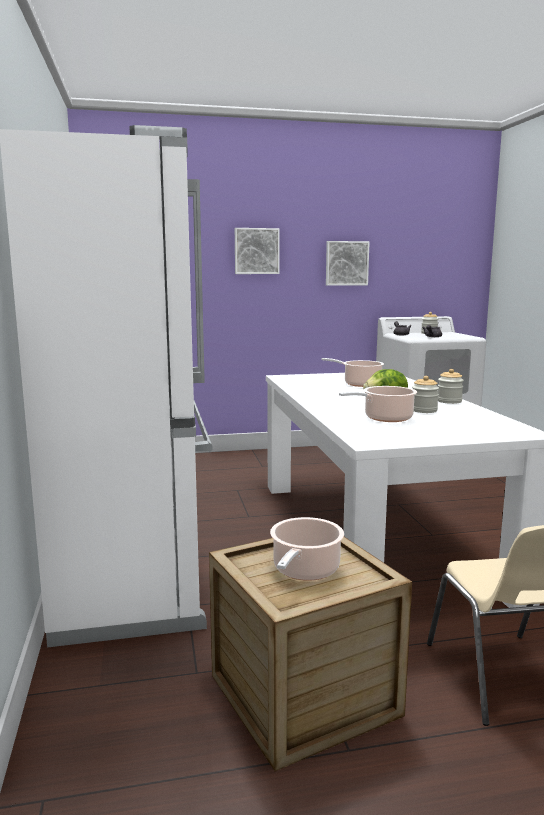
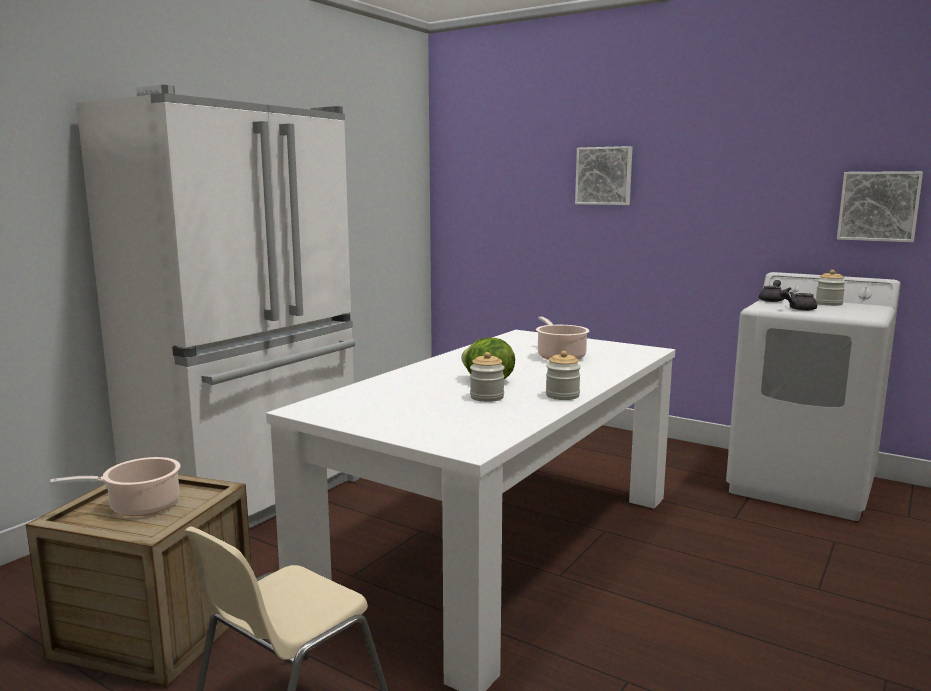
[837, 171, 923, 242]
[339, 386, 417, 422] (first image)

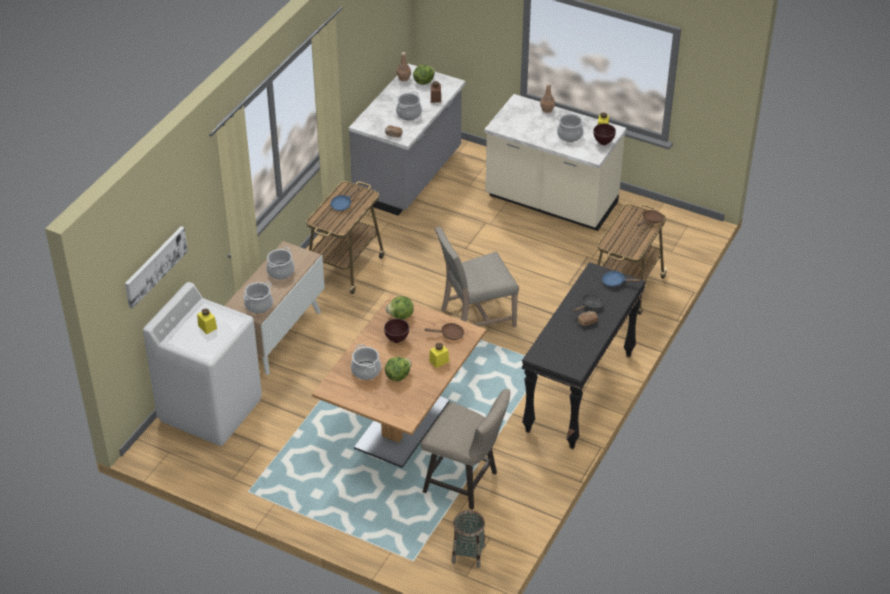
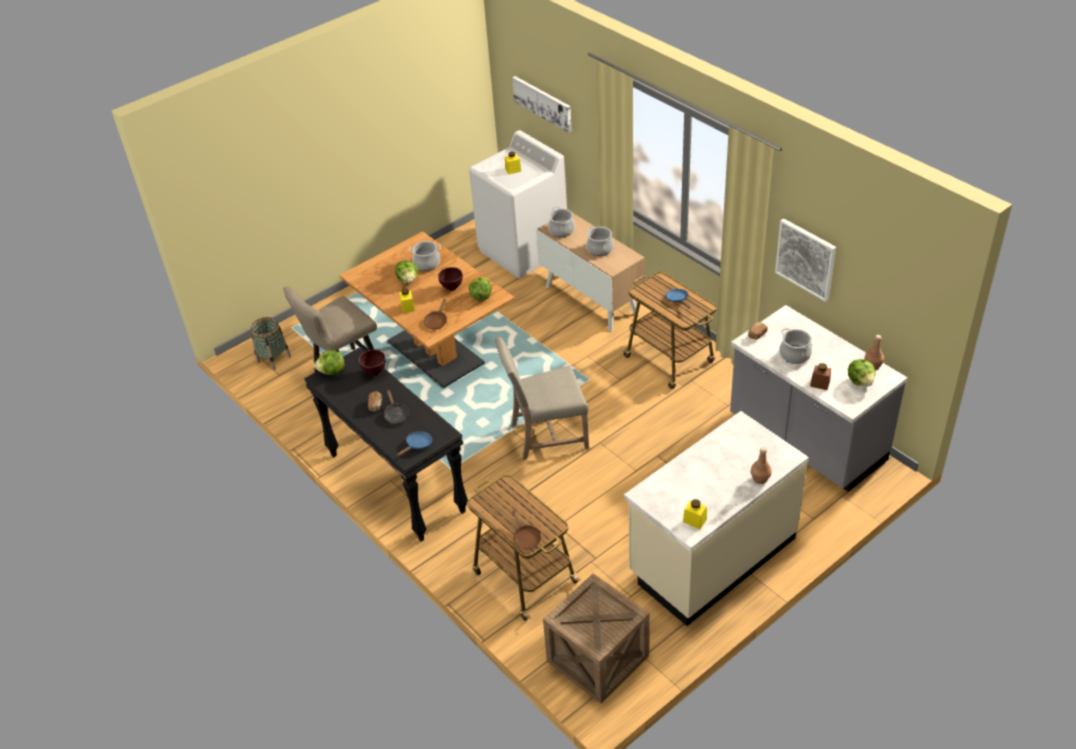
[495, 337, 589, 460]
[556, 114, 585, 142] (first image)
[359, 350, 386, 376]
[314, 350, 345, 375]
[543, 573, 650, 704]
[775, 218, 836, 302]

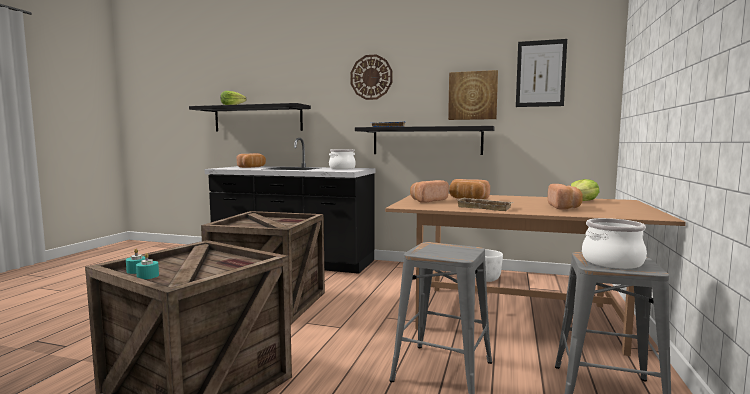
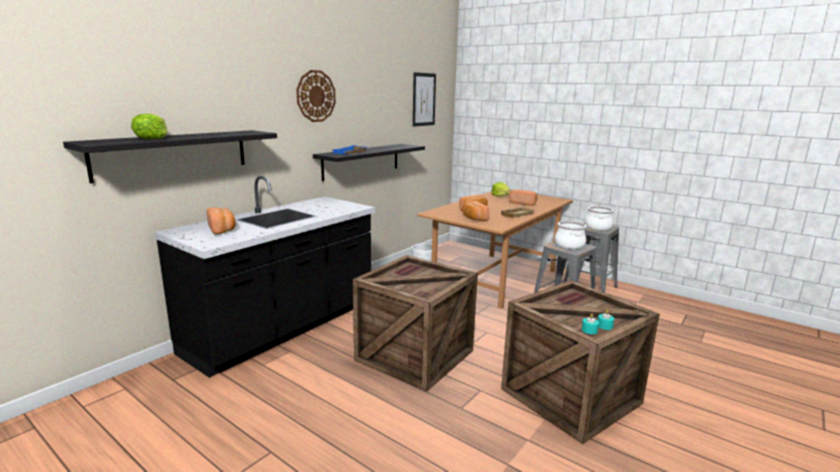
[555, 221, 587, 249]
[448, 70, 498, 120] (first image)

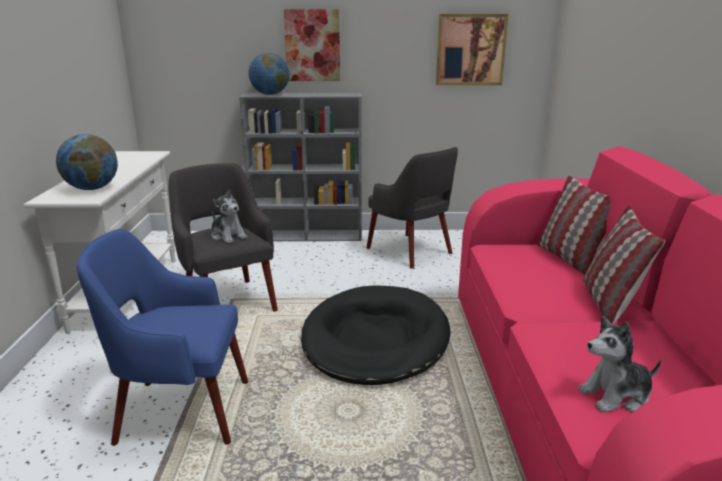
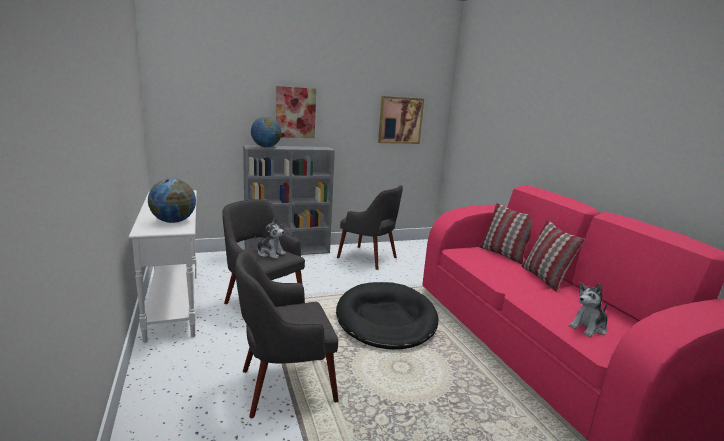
[235, 251, 339, 418]

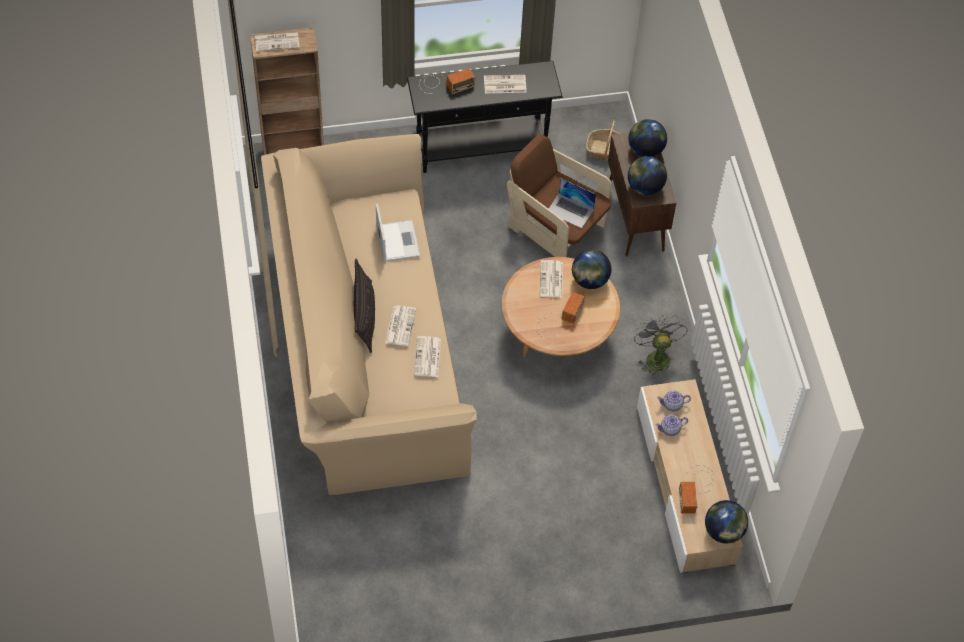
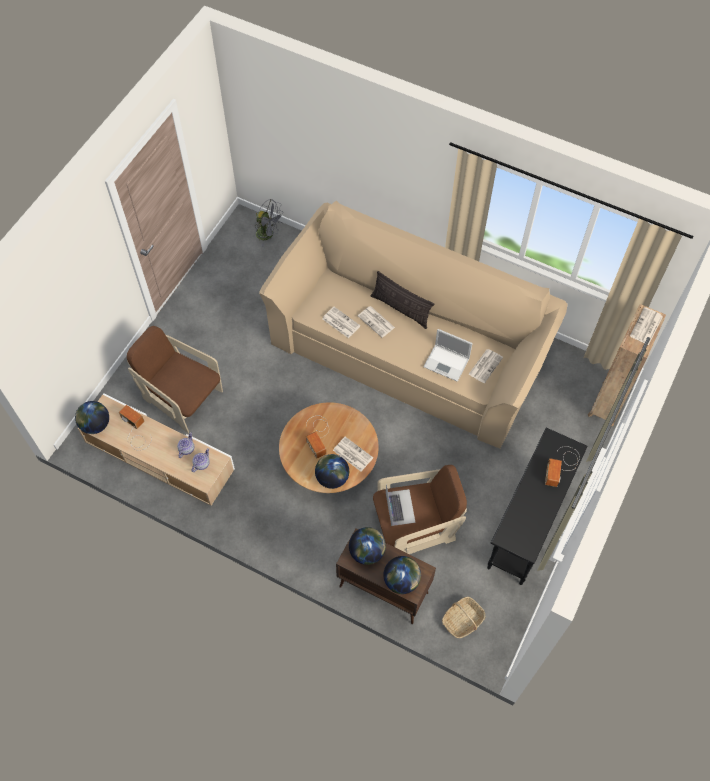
[468, 349, 503, 383]
[386, 483, 416, 526]
[255, 199, 284, 247]
[127, 326, 223, 433]

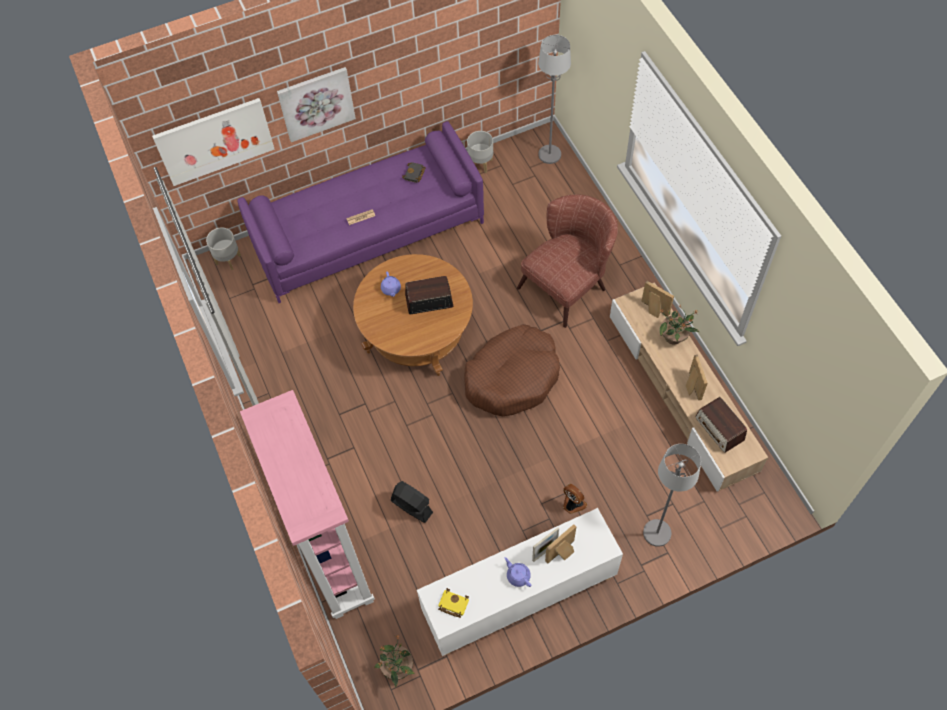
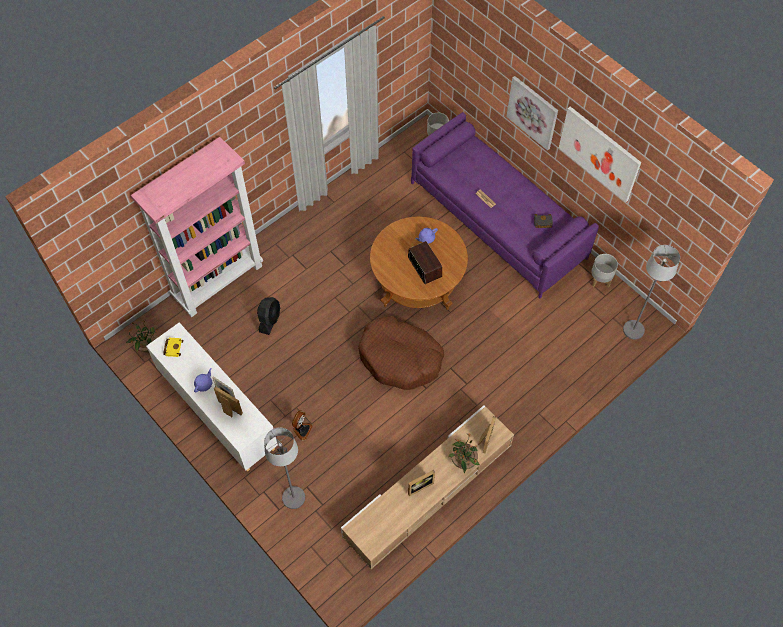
[559, 106, 641, 202]
[517, 194, 618, 328] (first image)
[695, 397, 747, 453] (first image)

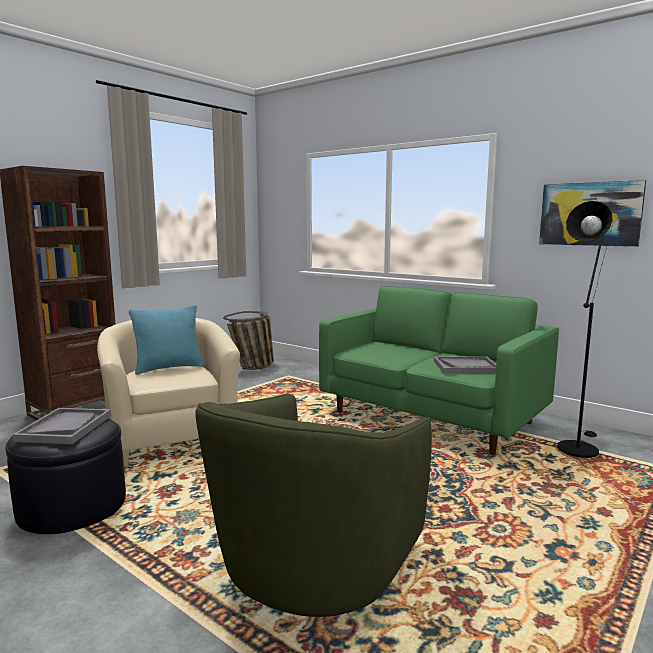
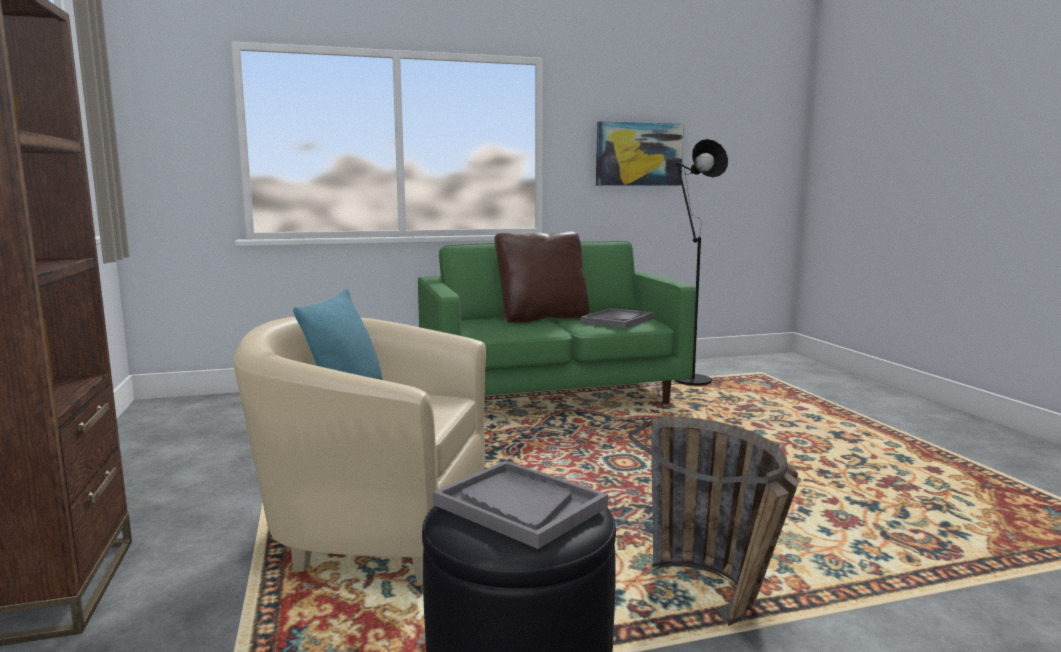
[195, 393, 432, 617] (first image)
[628, 417, 799, 626]
[495, 231, 589, 323]

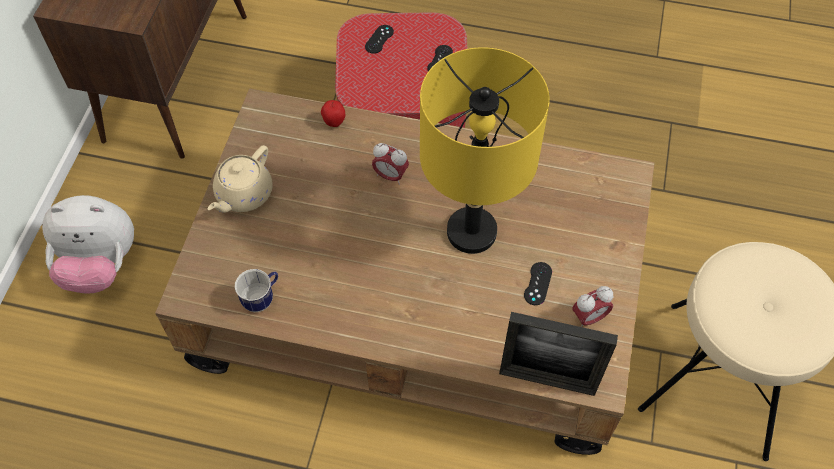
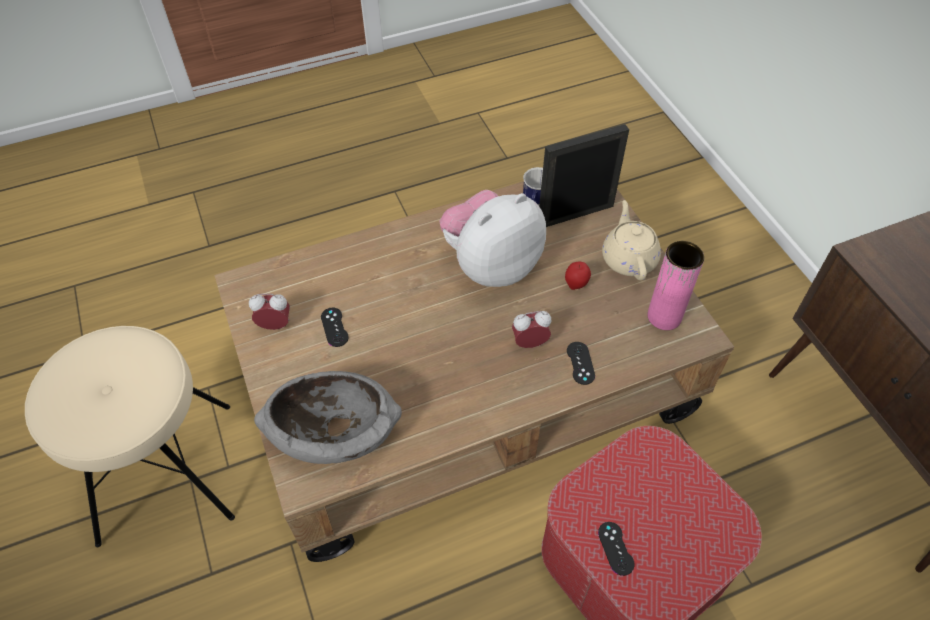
[440, 190, 546, 287]
[565, 262, 591, 290]
[567, 342, 595, 385]
[420, 47, 550, 254] (first image)
[539, 124, 629, 227]
[249, 294, 290, 330]
[254, 371, 402, 464]
[647, 241, 704, 330]

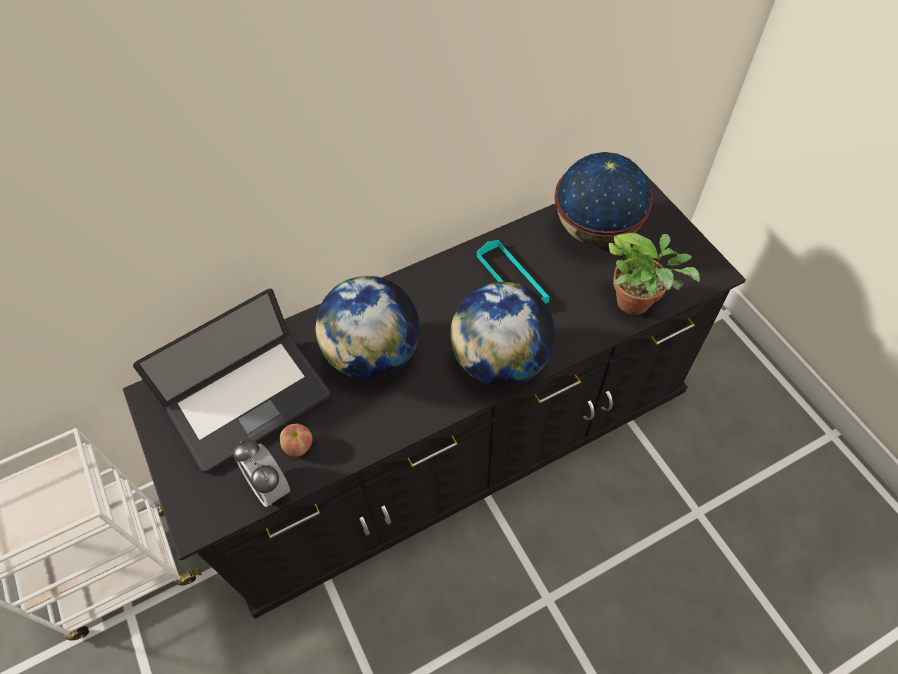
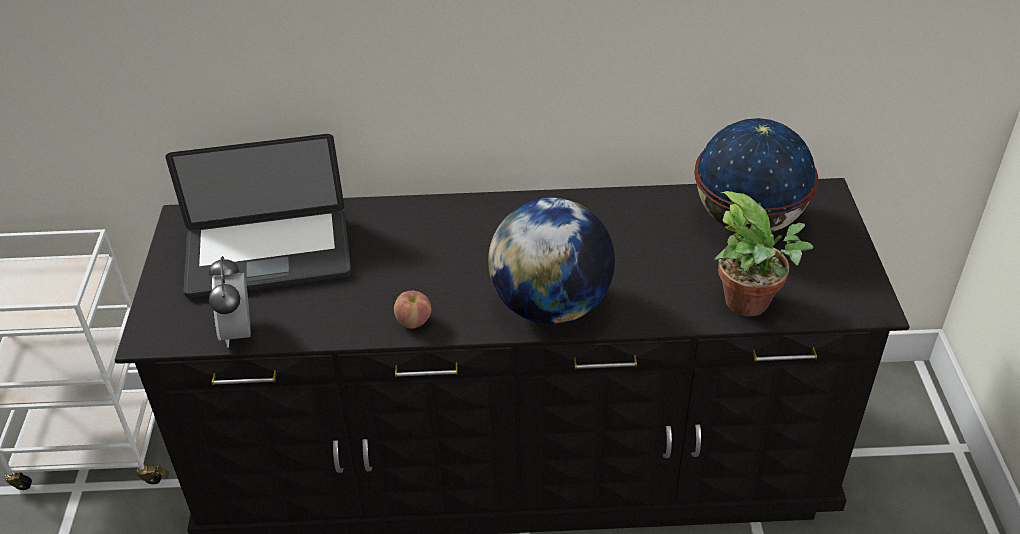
[394, 291, 431, 329]
[315, 276, 420, 379] (first image)
[477, 240, 550, 304] (first image)

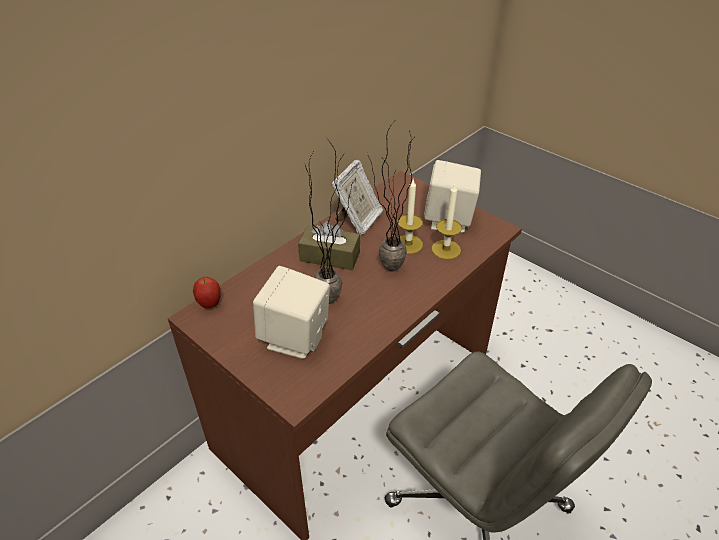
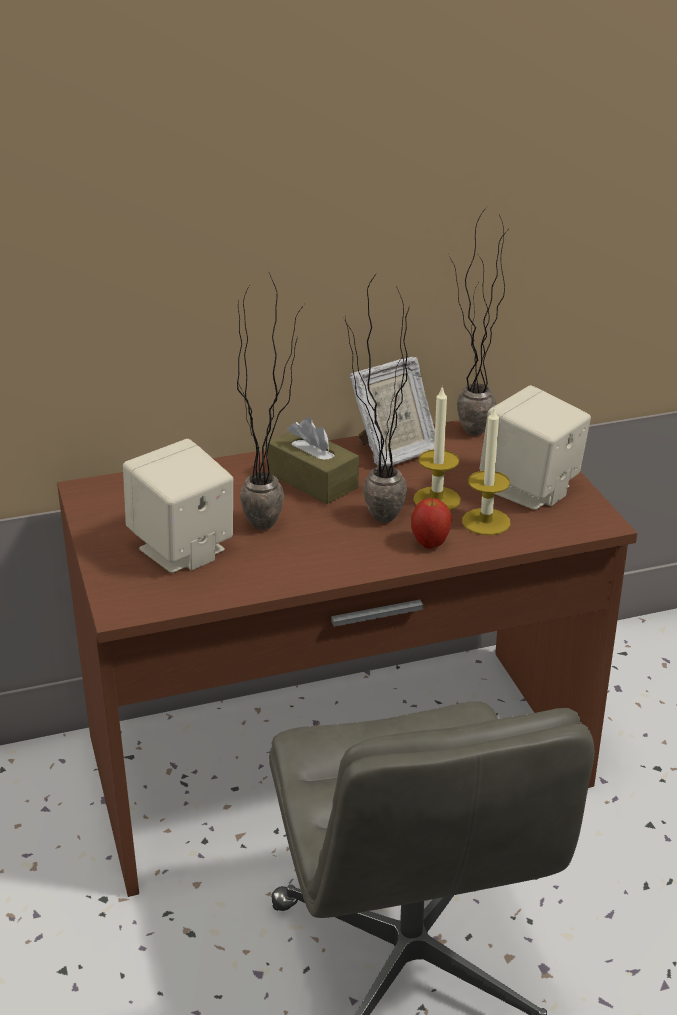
[411, 498, 452, 549]
[450, 205, 508, 435]

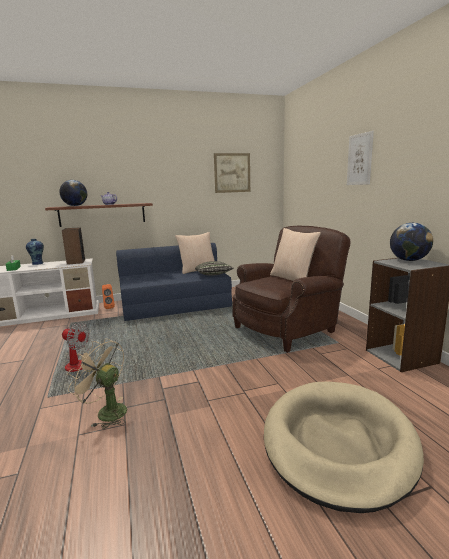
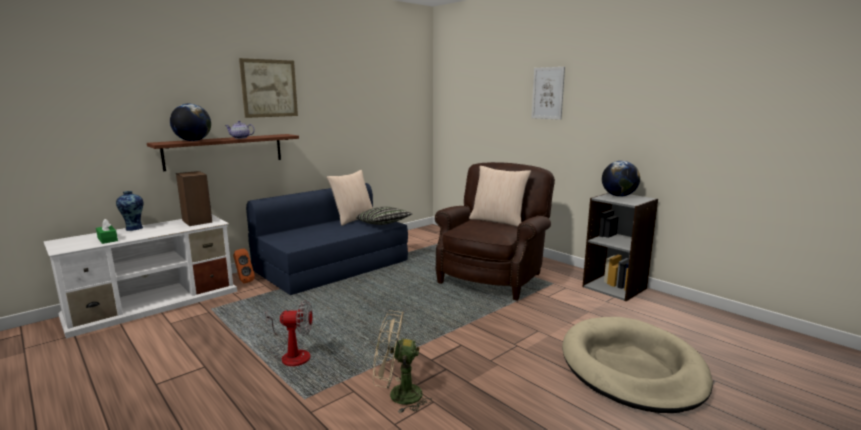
[239, 58, 298, 118]

